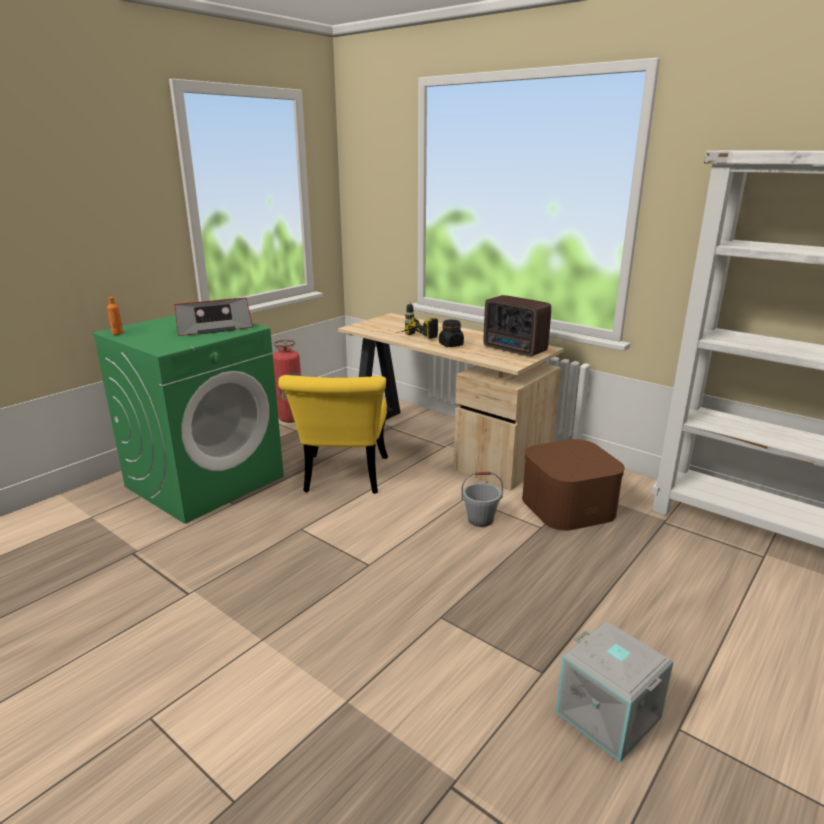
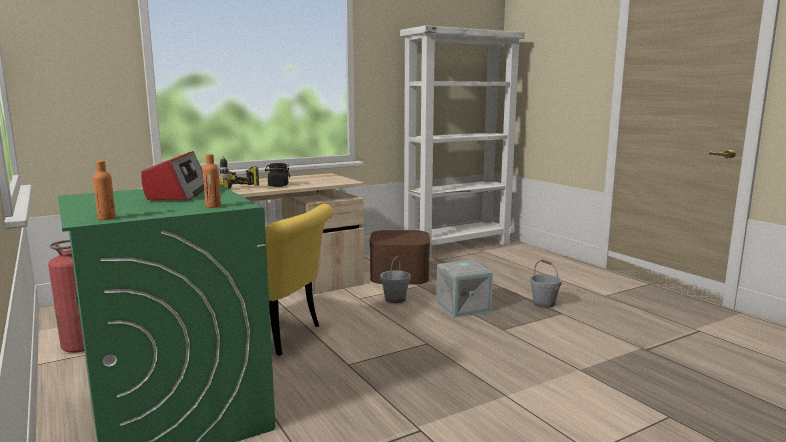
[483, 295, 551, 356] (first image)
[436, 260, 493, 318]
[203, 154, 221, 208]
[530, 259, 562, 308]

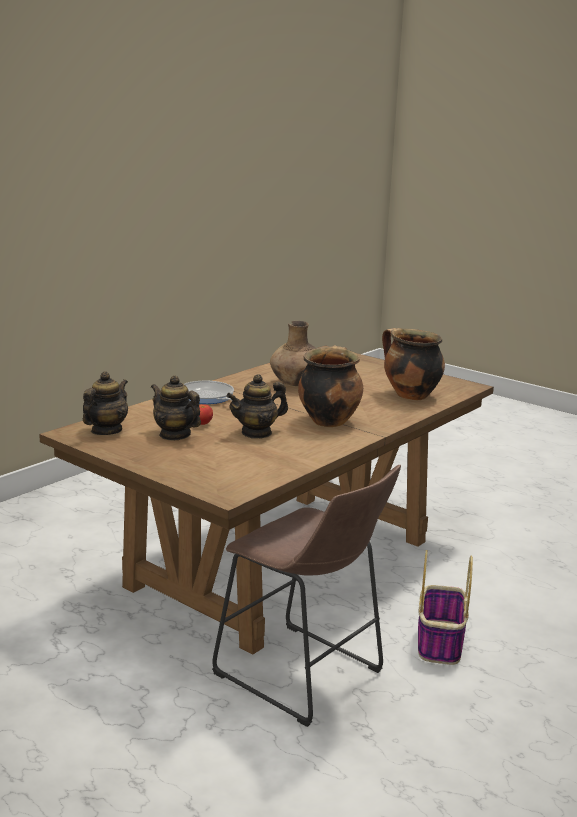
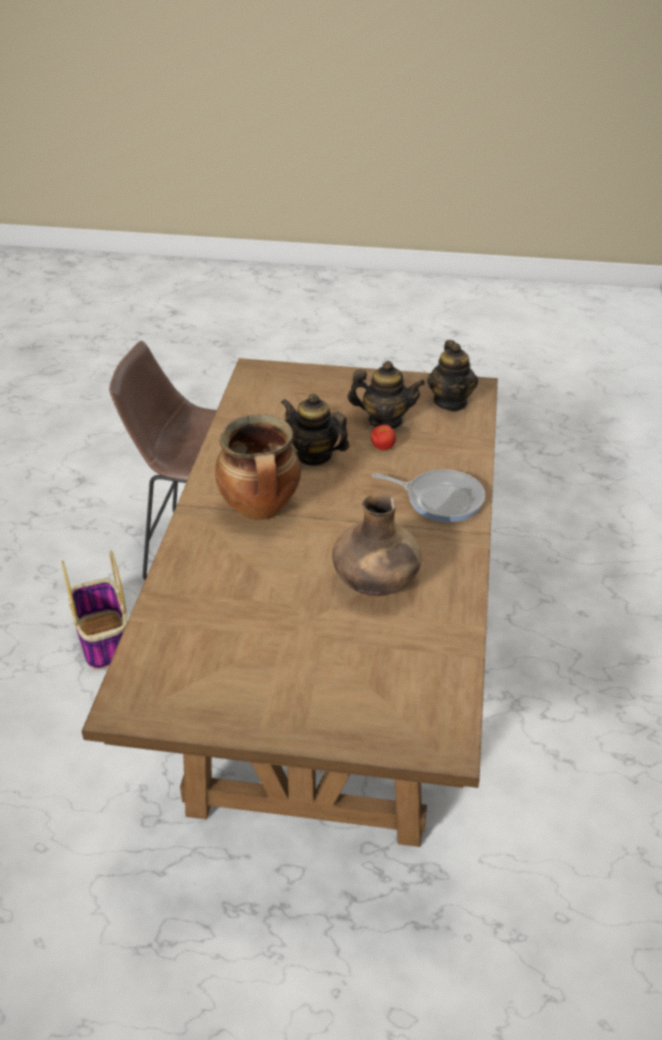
[281, 393, 350, 466]
[382, 328, 445, 400] (first image)

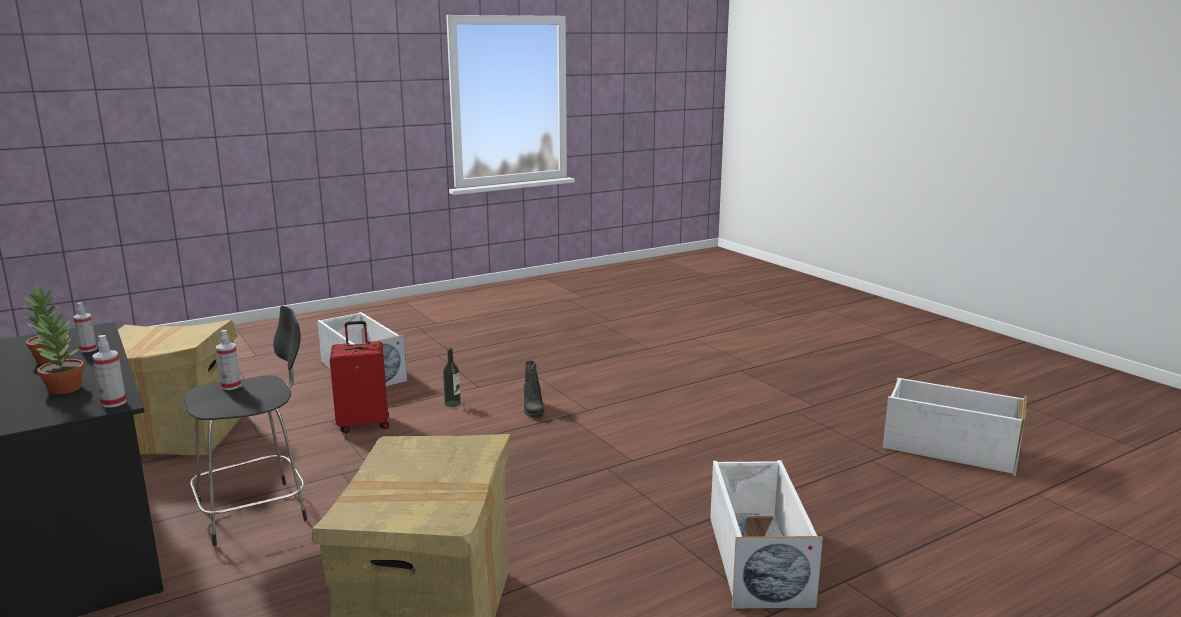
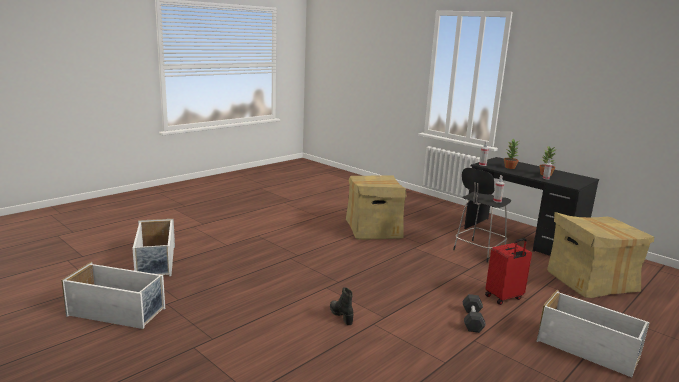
[463, 294, 486, 333]
[330, 287, 353, 325]
[132, 219, 175, 276]

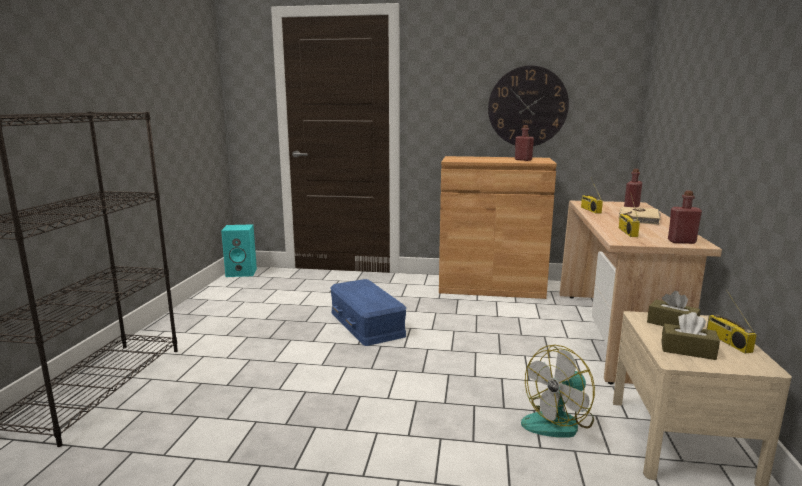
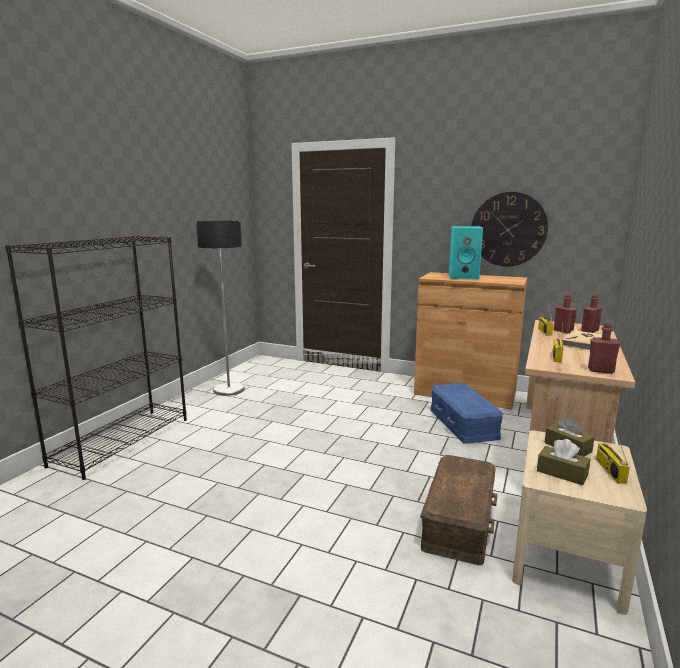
[449, 226, 483, 279]
[431, 383, 503, 444]
[554, 294, 577, 333]
[420, 455, 498, 565]
[196, 221, 245, 396]

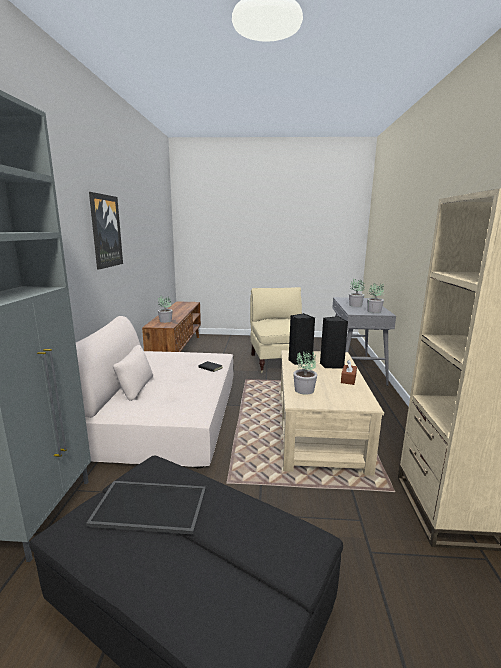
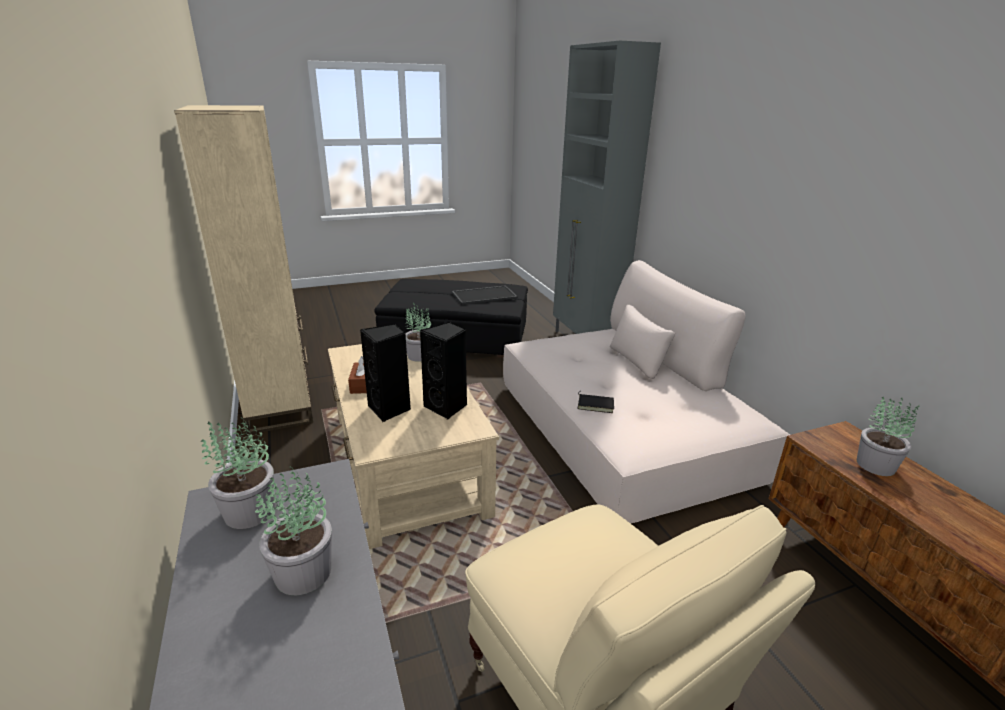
[89, 192, 123, 269] (first image)

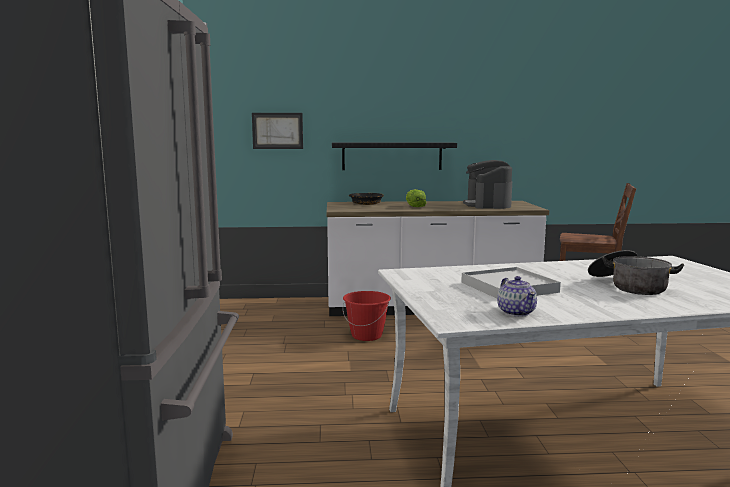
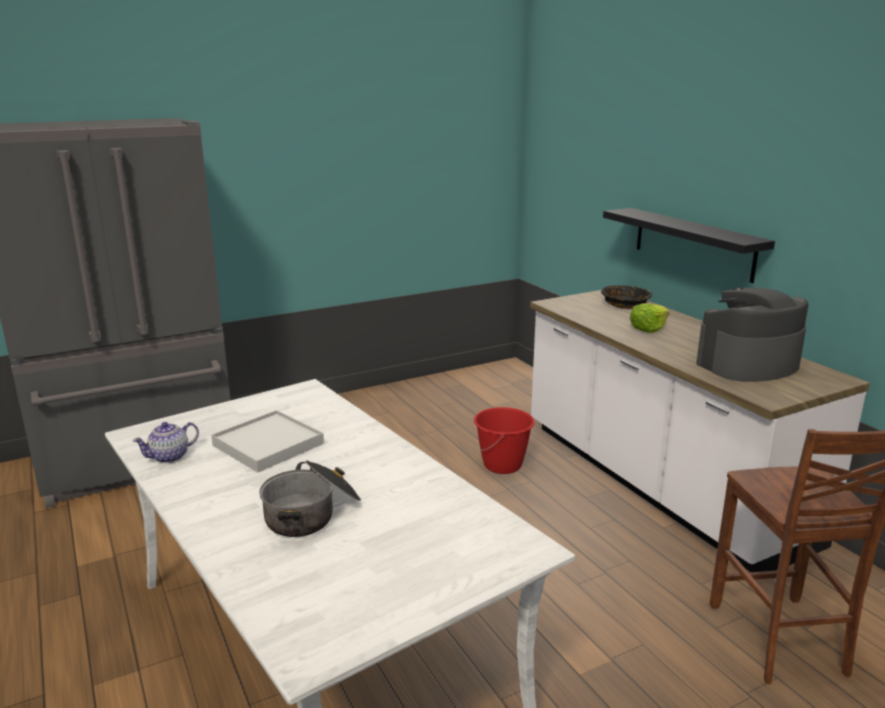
[252, 113, 303, 149] (first image)

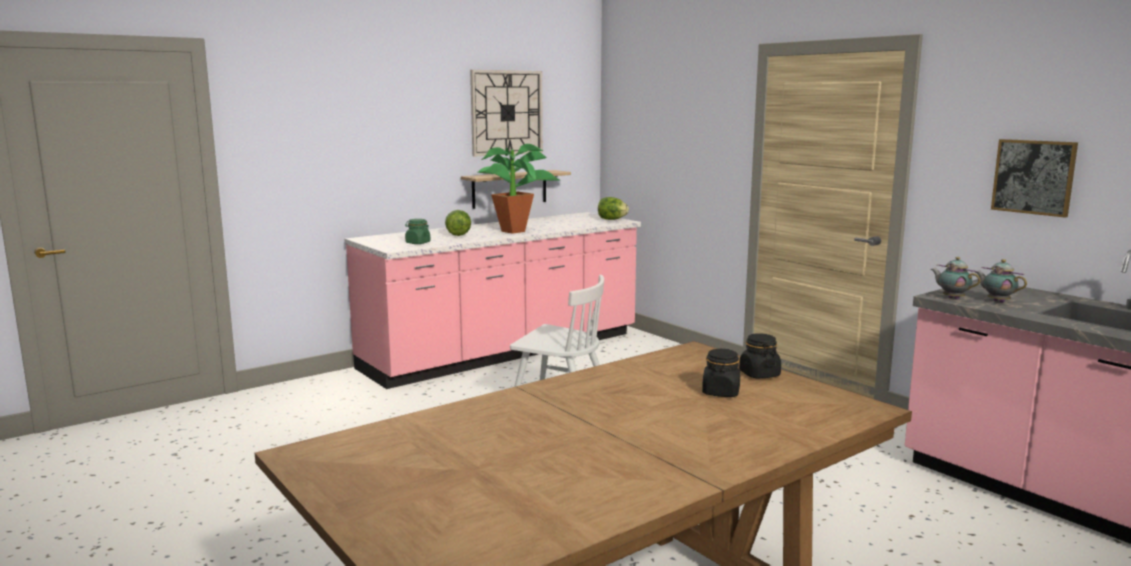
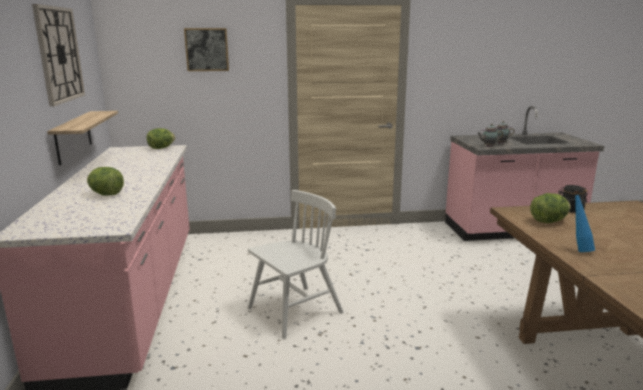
[405, 219, 430, 244] (first image)
[478, 144, 560, 234] (first image)
[702, 348, 740, 397] (first image)
[184, 28, 229, 71]
[530, 193, 571, 223]
[574, 190, 595, 252]

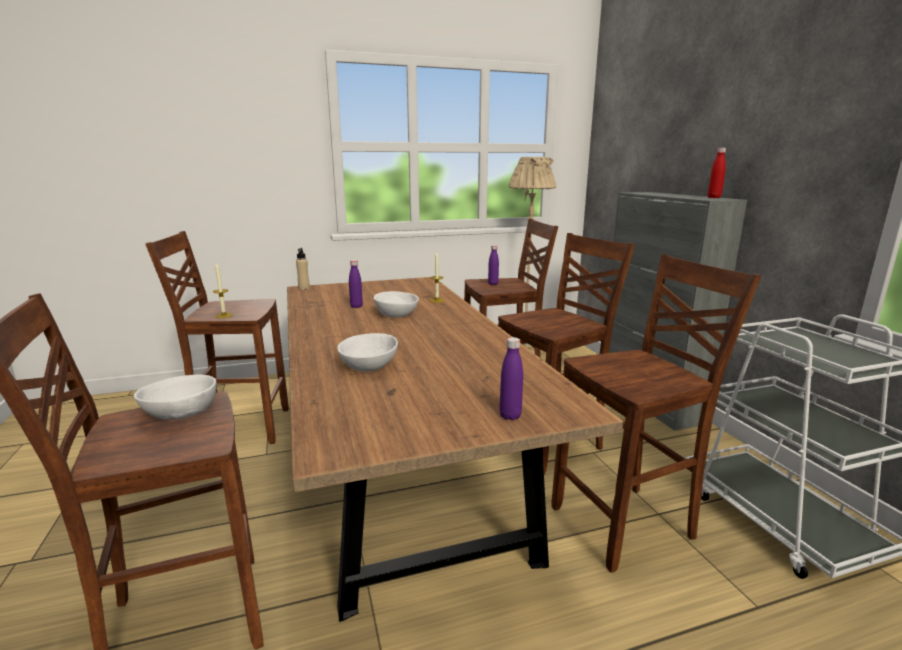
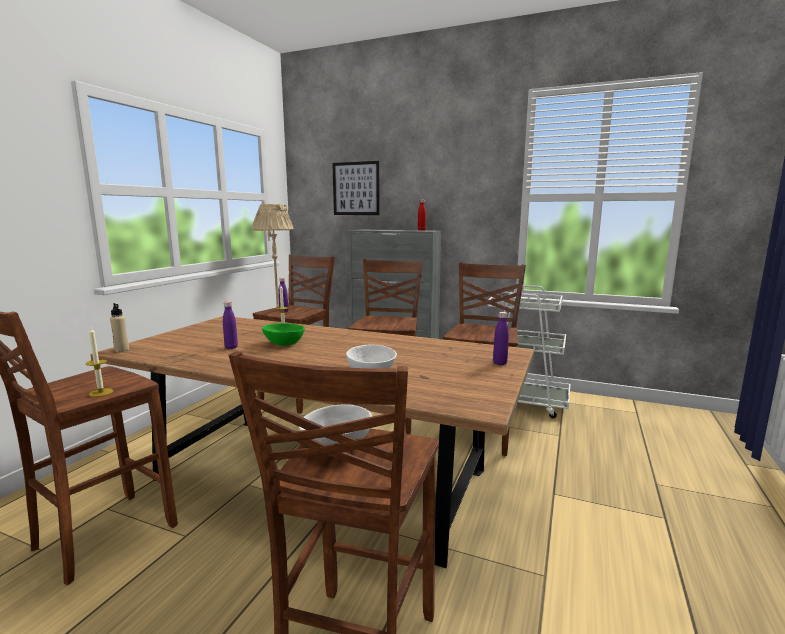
[262, 323, 305, 346]
[332, 161, 380, 215]

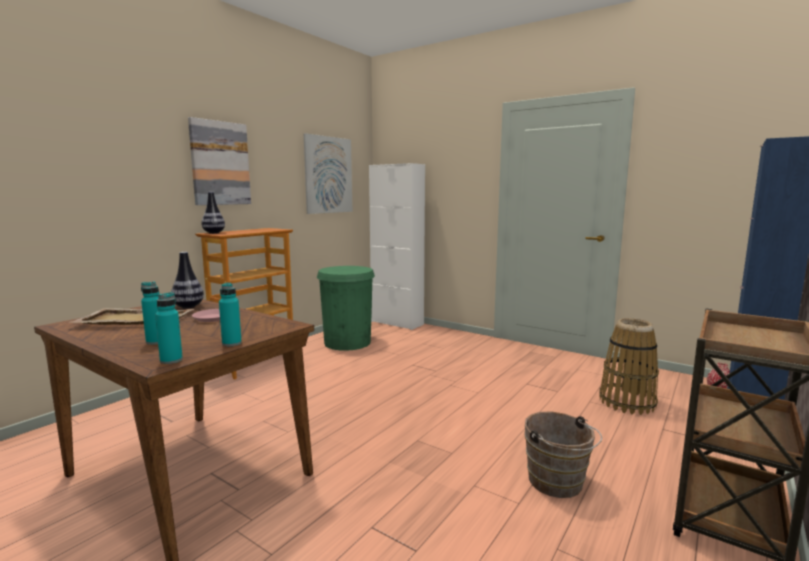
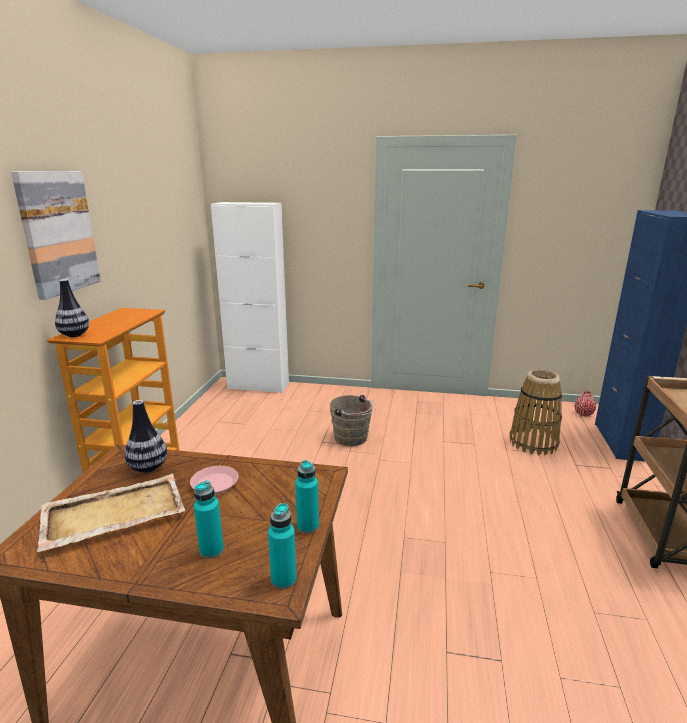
[304, 133, 353, 214] (first image)
[317, 266, 375, 351] (first image)
[330, 395, 377, 446]

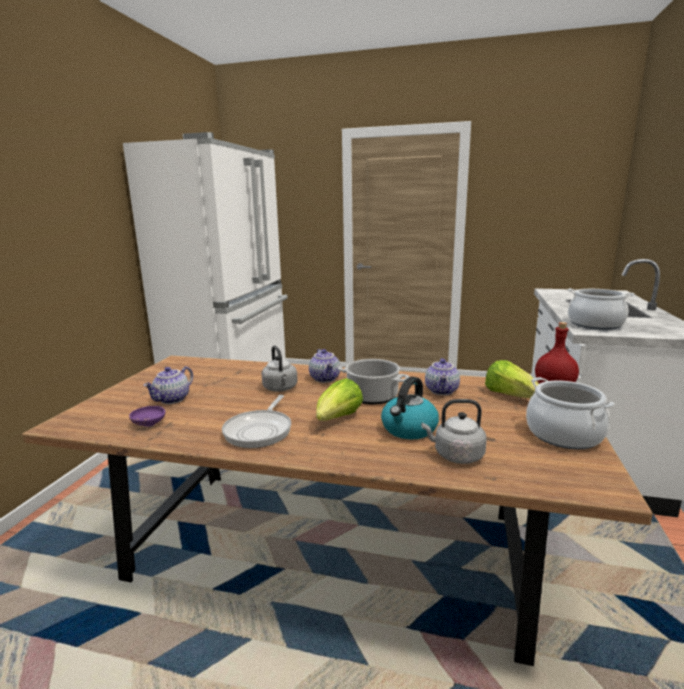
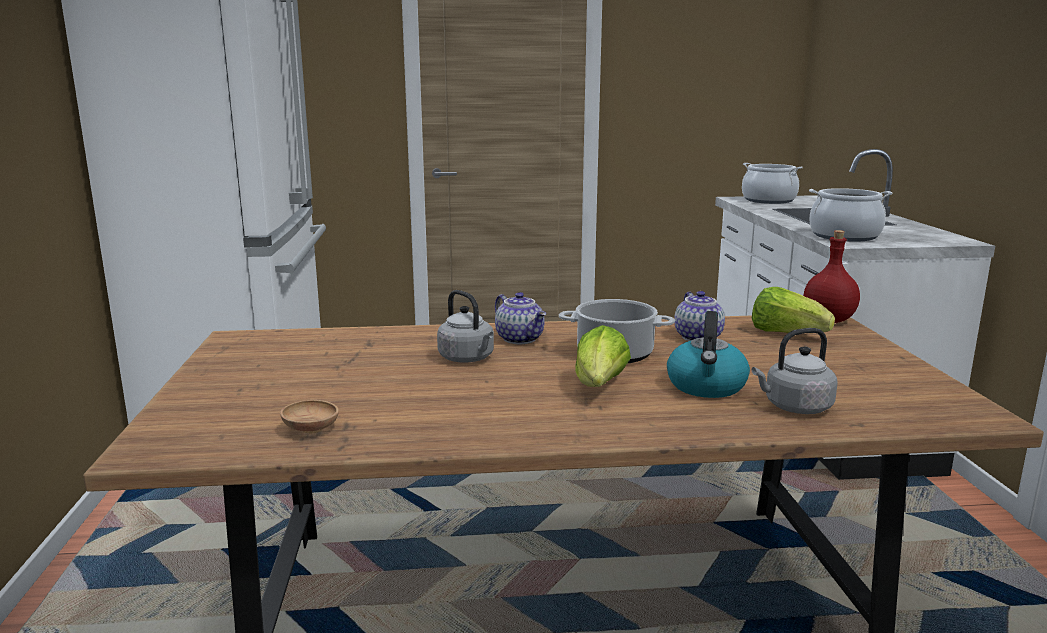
[280, 400, 339, 433]
[143, 366, 193, 404] (first image)
[222, 395, 291, 448] (first image)
[742, 163, 803, 204]

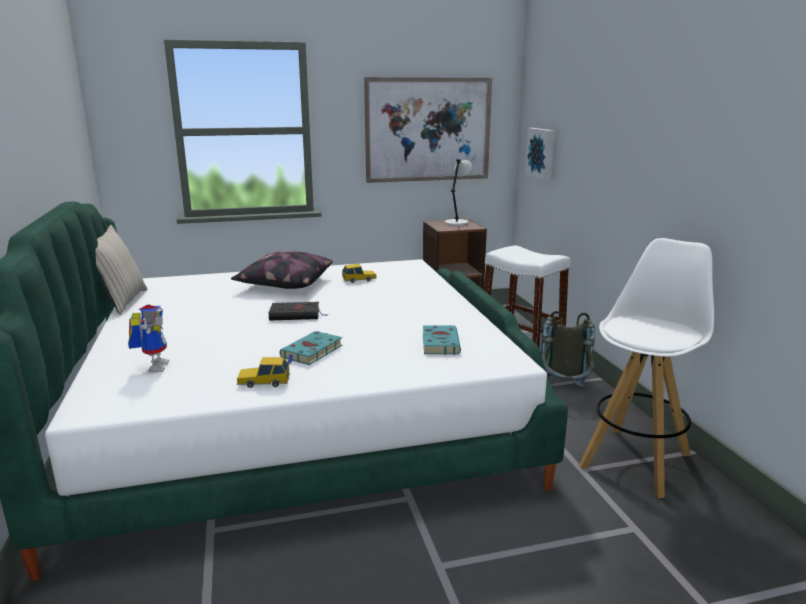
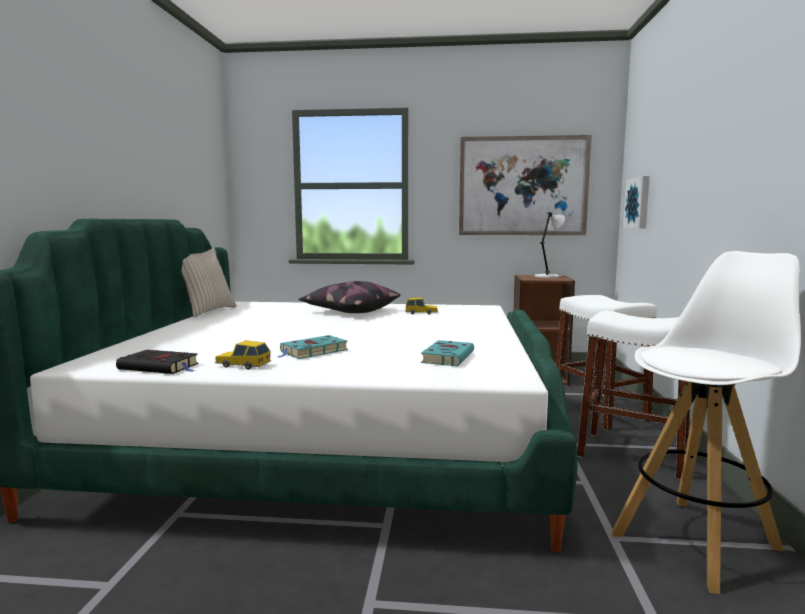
[128, 305, 169, 372] (first image)
[116, 350, 199, 374]
[577, 311, 690, 479]

